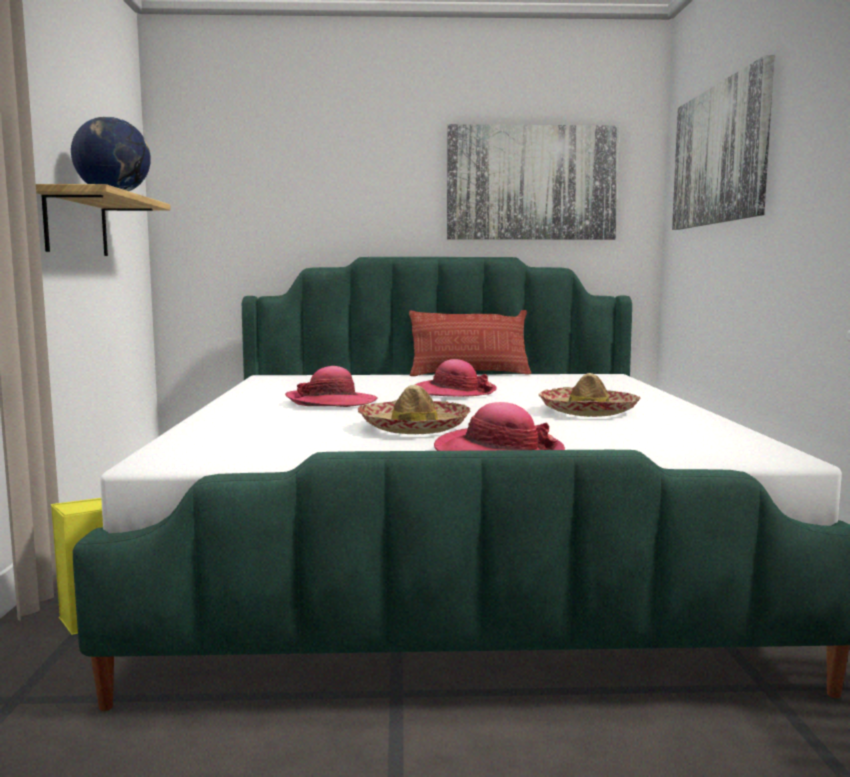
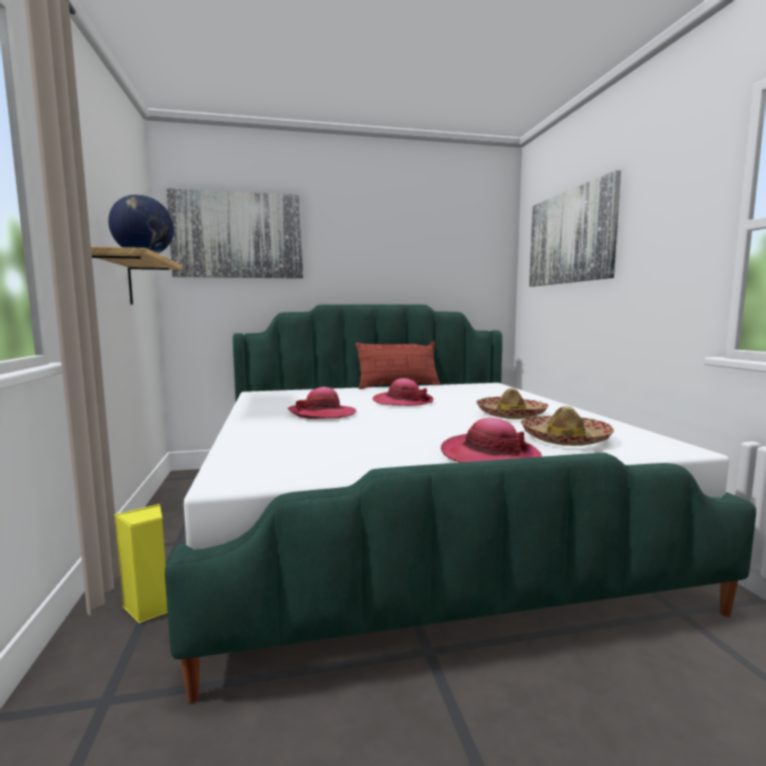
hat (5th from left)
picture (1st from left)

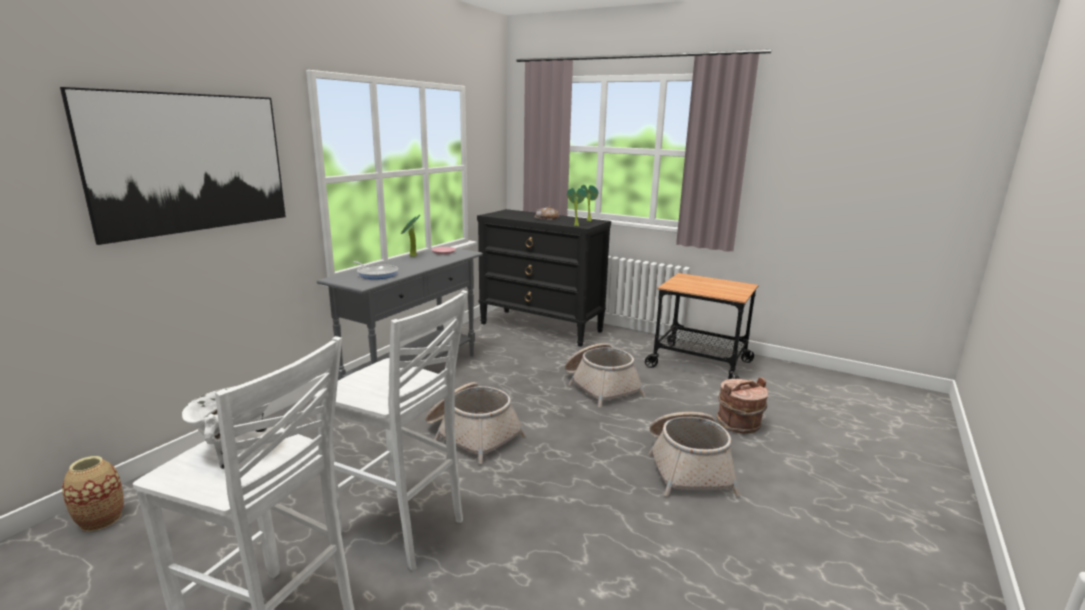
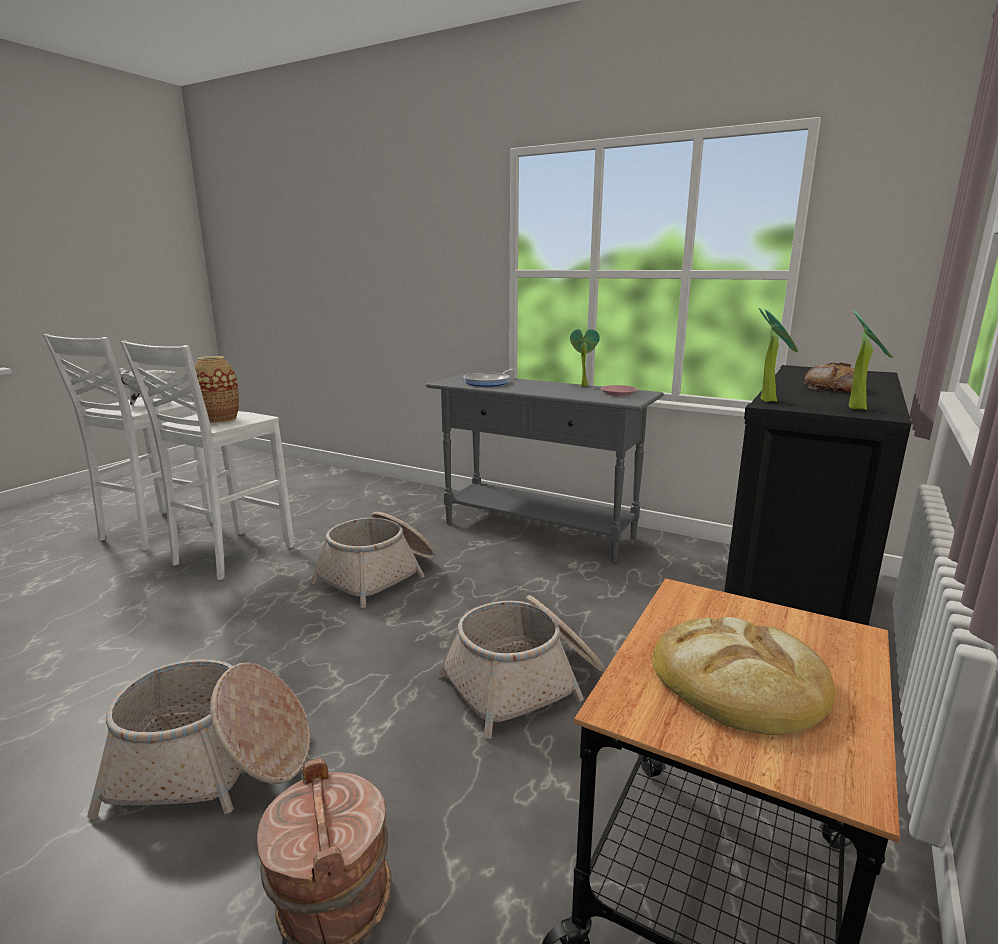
picture
bread (1st from left)
vase

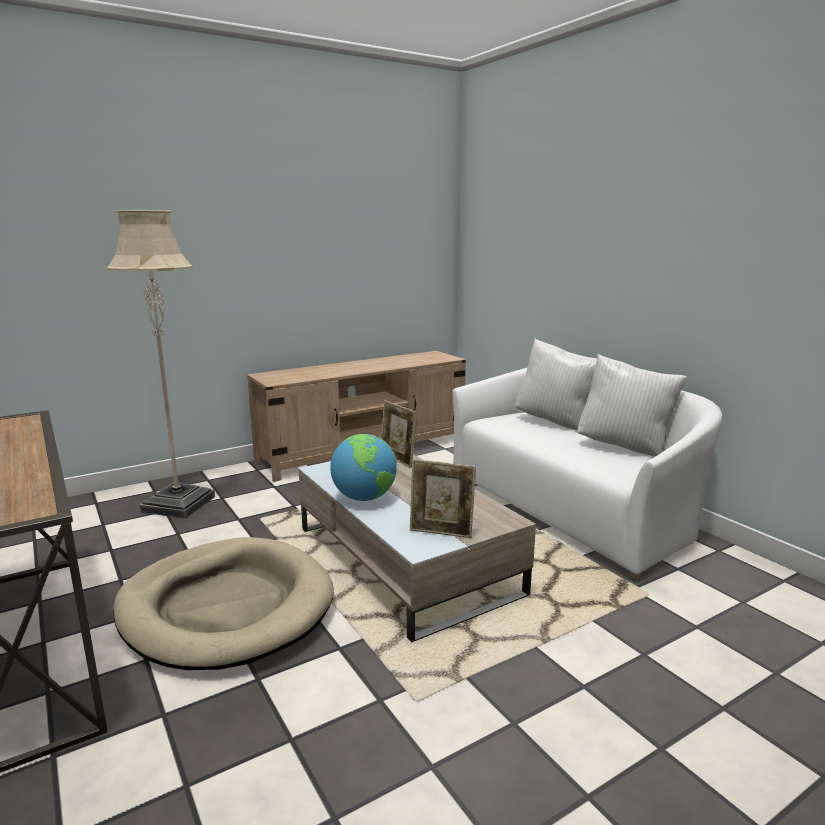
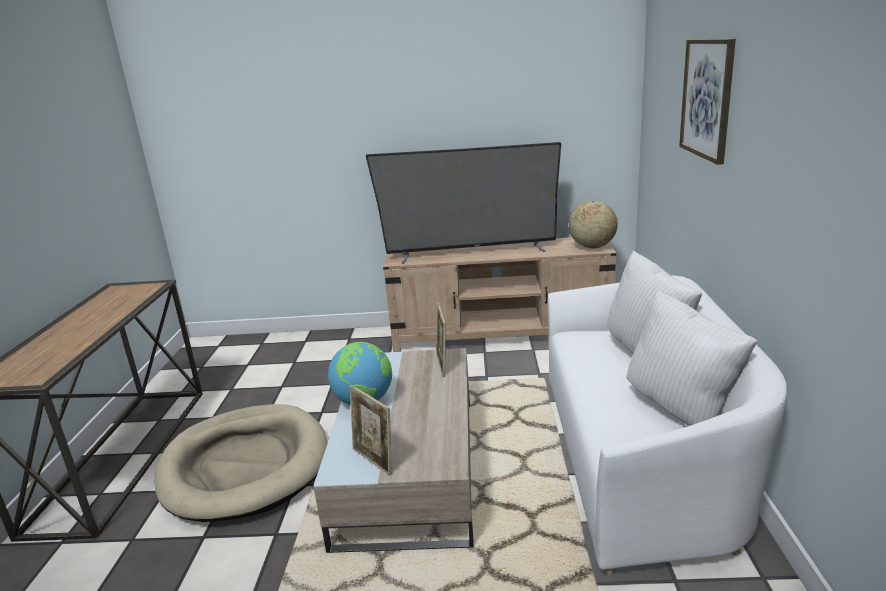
floor lamp (beige)
television
globe (2nd from left)
picture

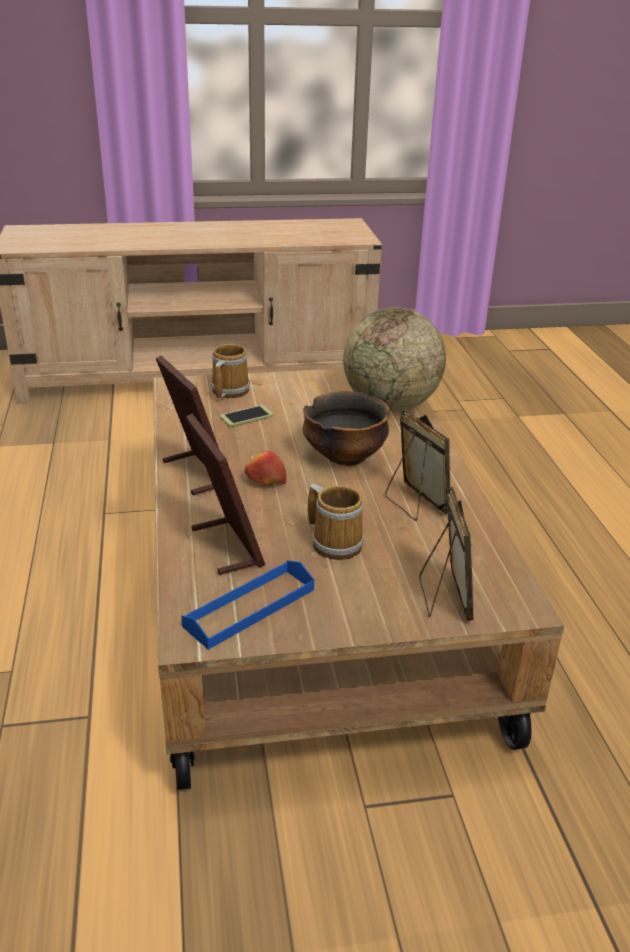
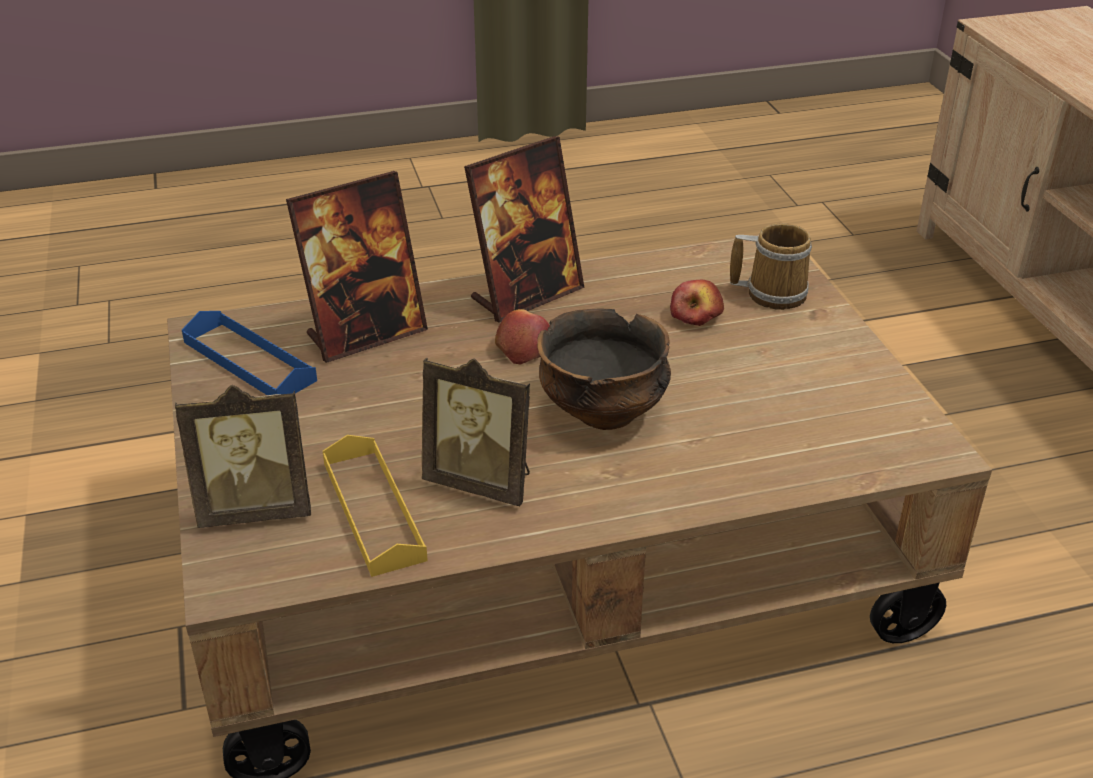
mug (2nd from left in the first image)
globe
tray (yellow)
apple (2nd from left)
picture frame (3rd from left)

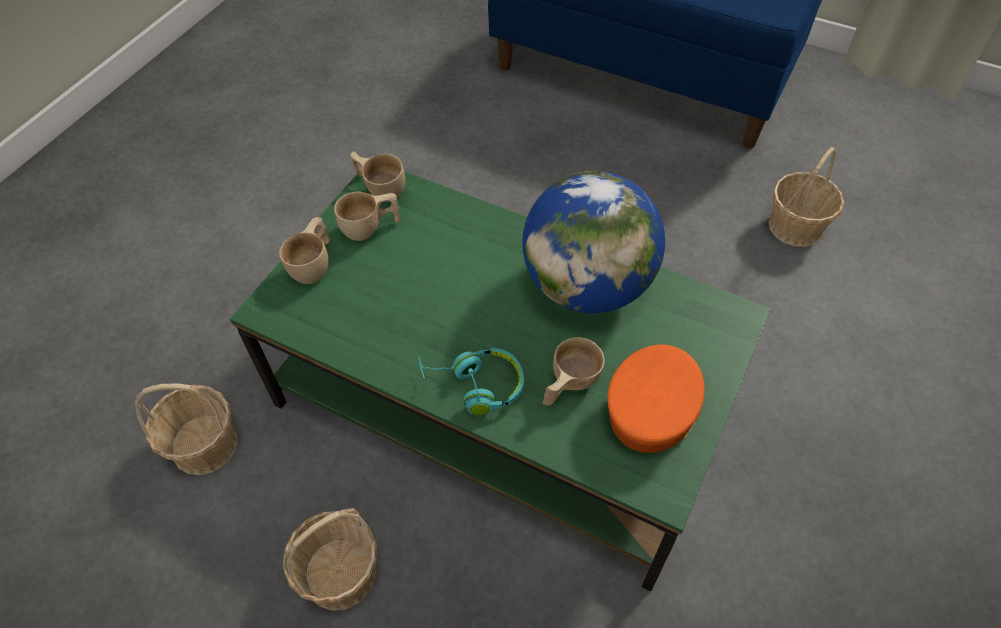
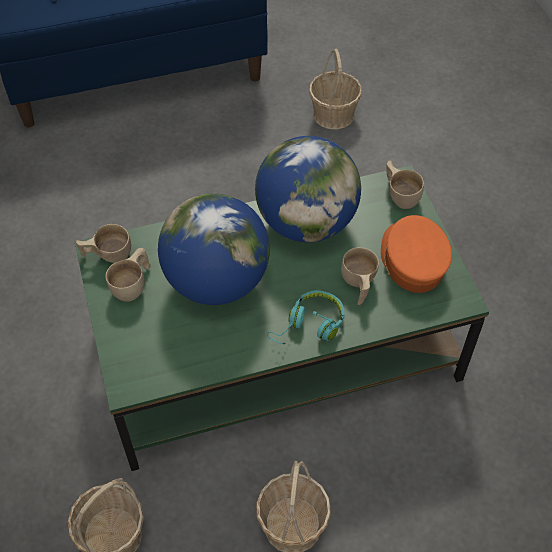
globe (1st from left)
cup (beige) (4th from left)

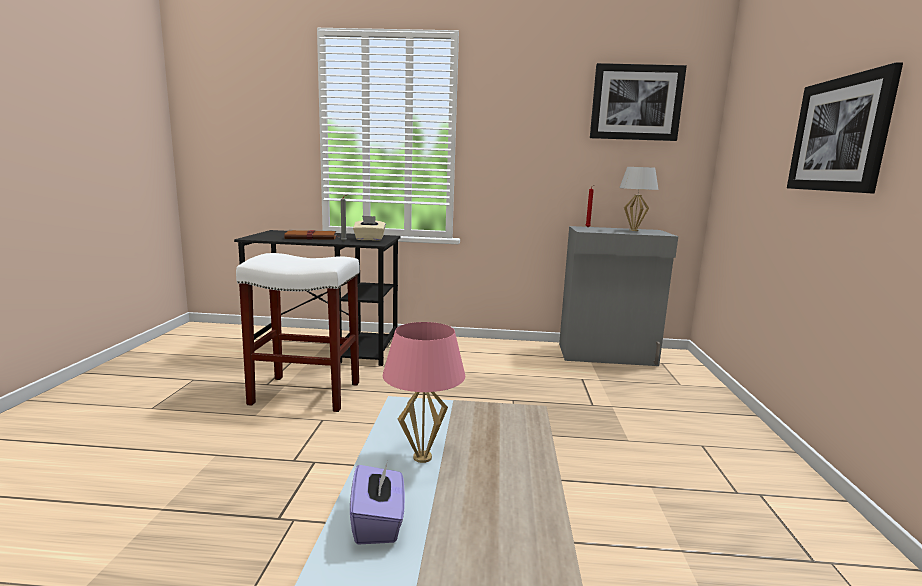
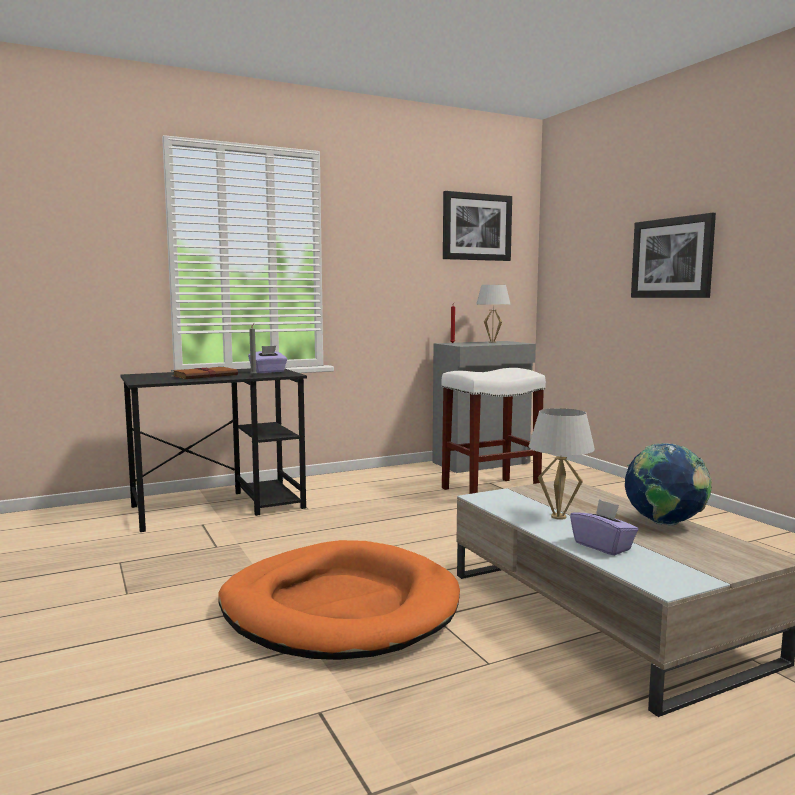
dog bed (orange)
globe
stool (white)
tissue box (purple) (1st from left)
table lamp (white) (2nd from left)

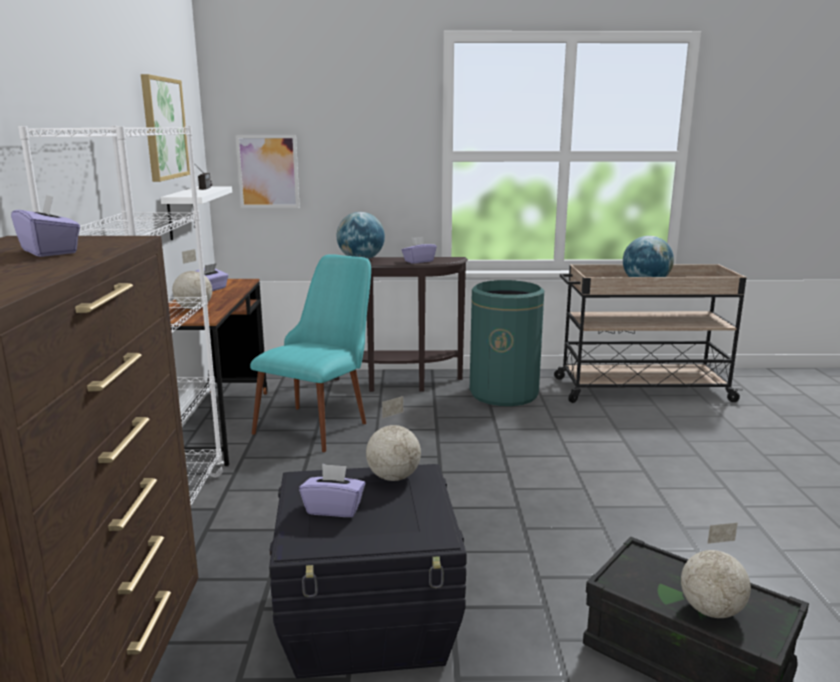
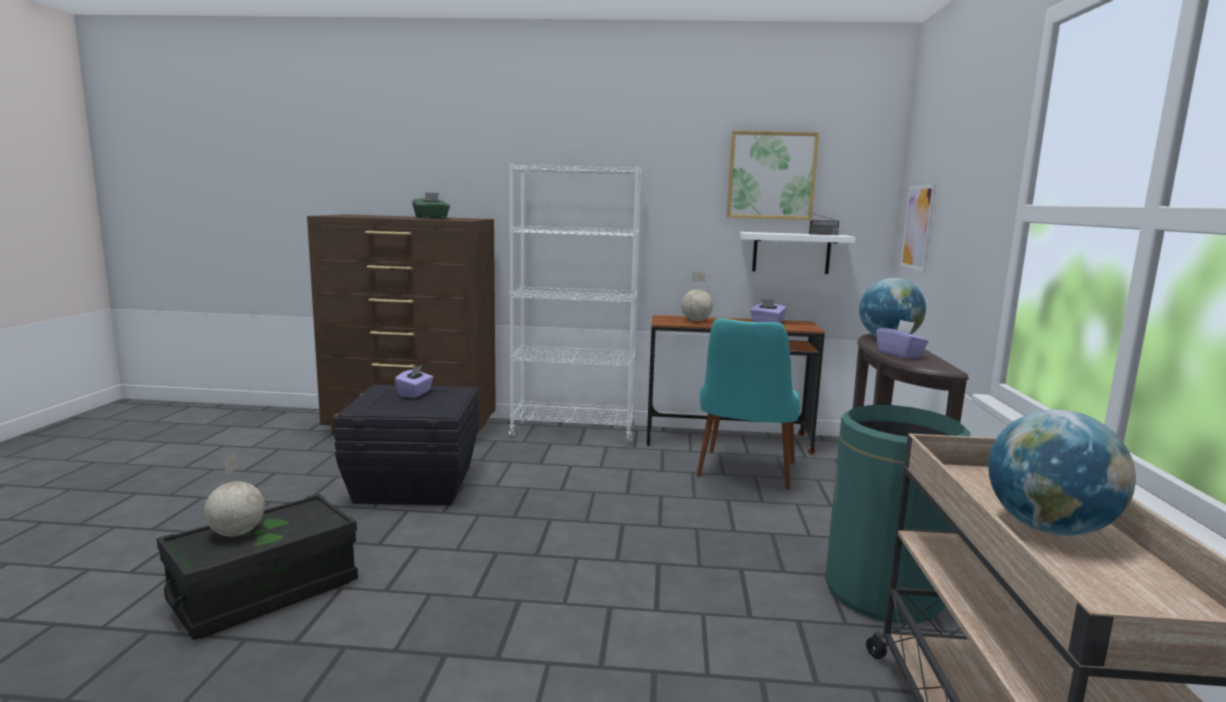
globe (3rd from left in the first image)
tissue box (green)
chair (turquoise)

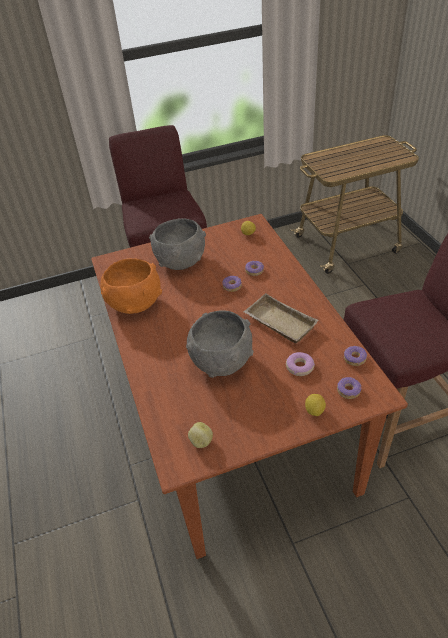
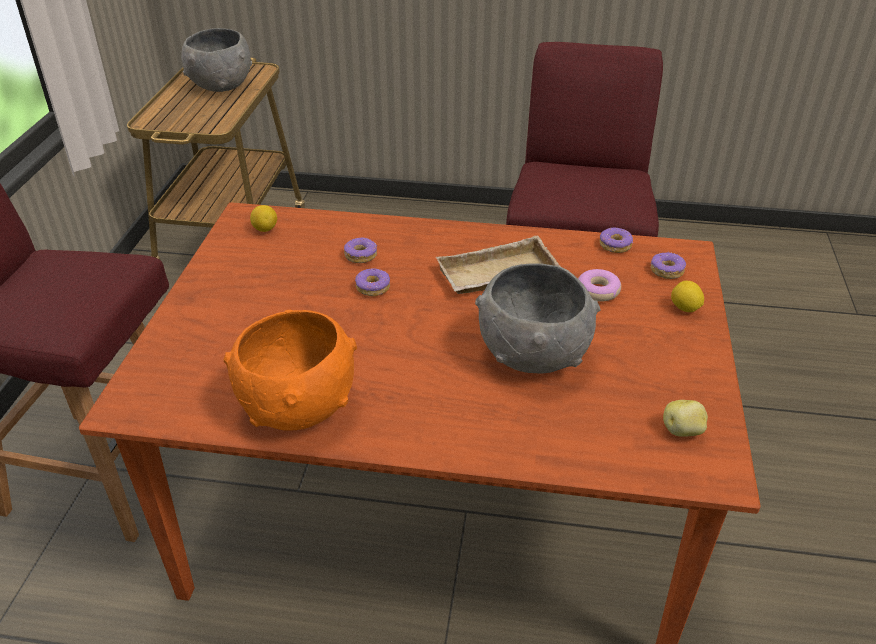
bowl (grey) (1st from left)

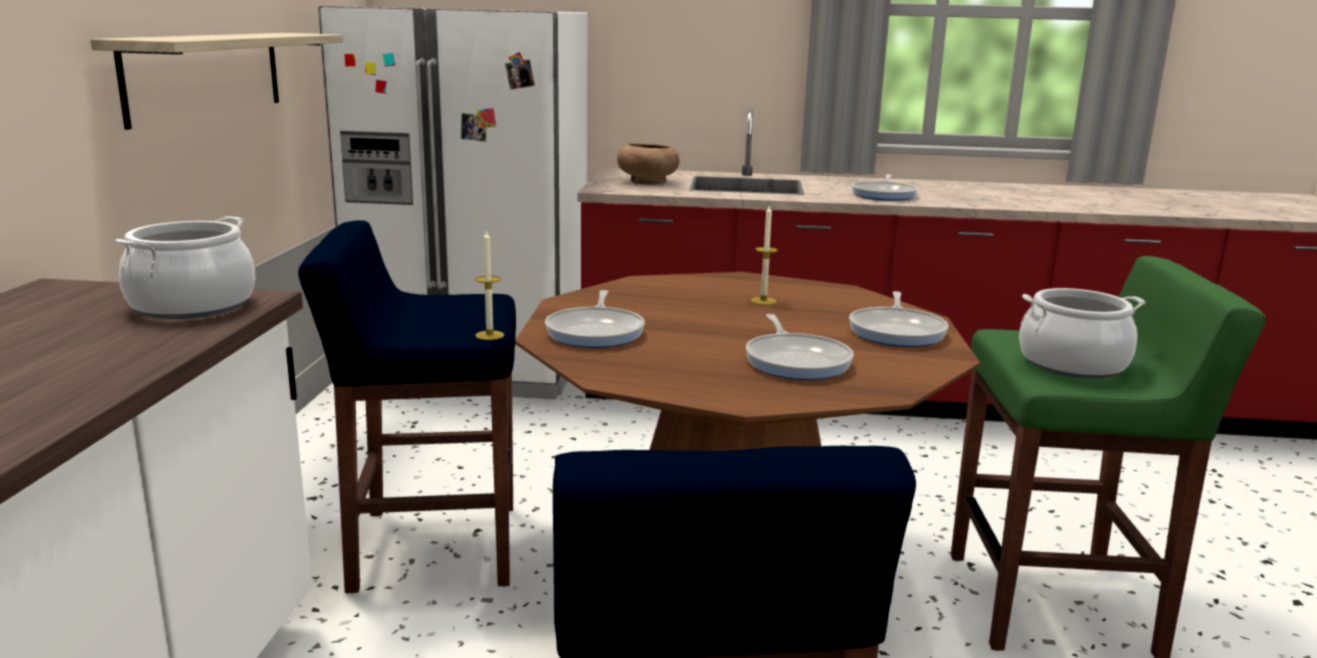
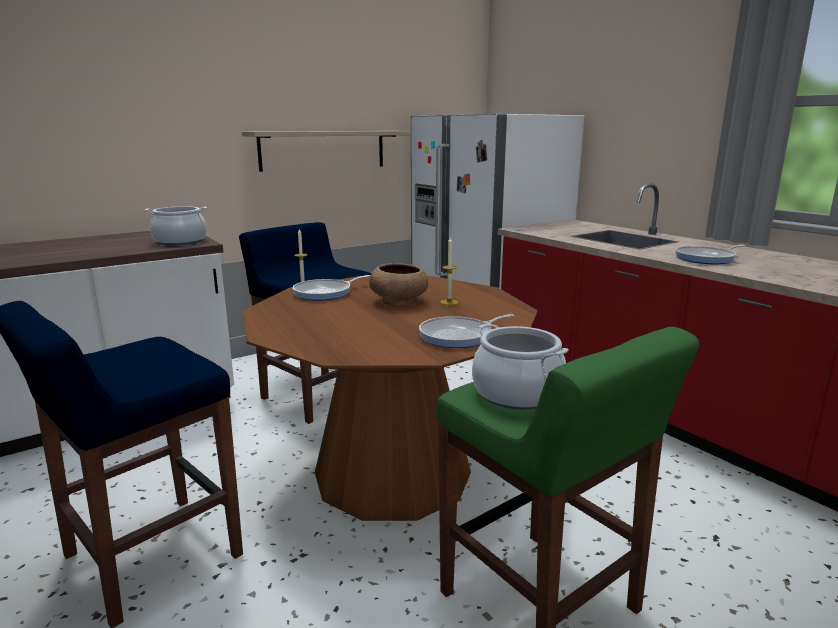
frying pan (2nd from left in the first image)
bowl (brown)

